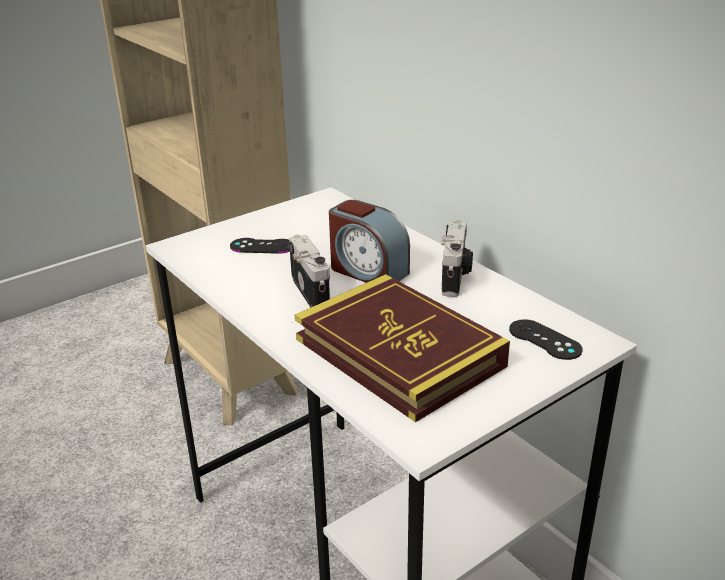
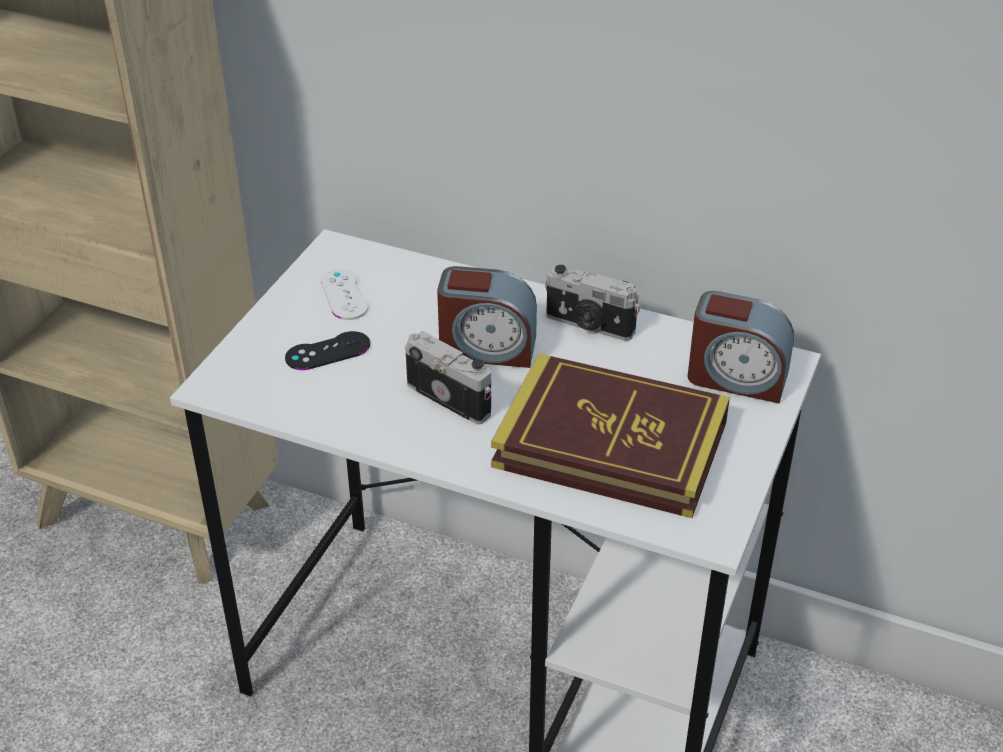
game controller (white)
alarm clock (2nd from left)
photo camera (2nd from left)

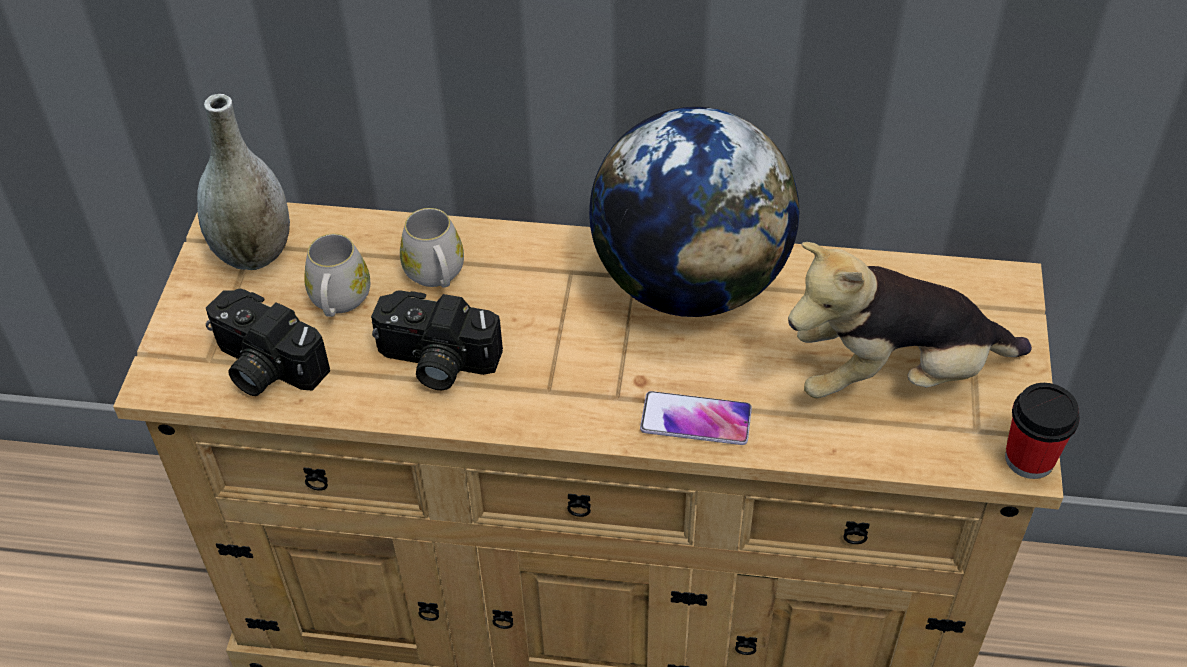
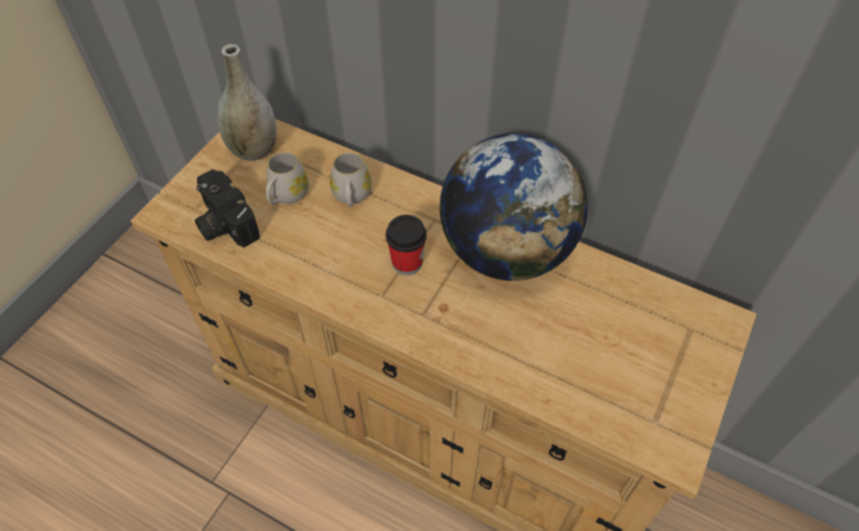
photo camera (2nd from left in the first image)
phone
plush toy
cup

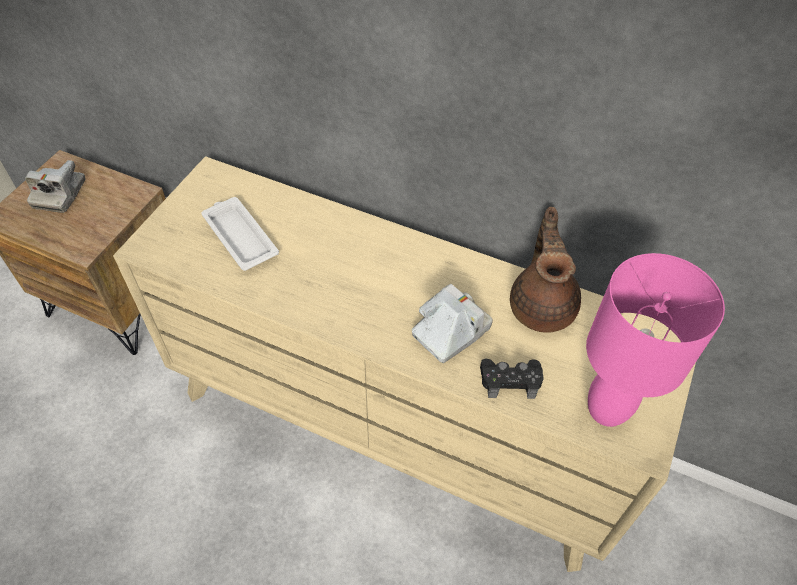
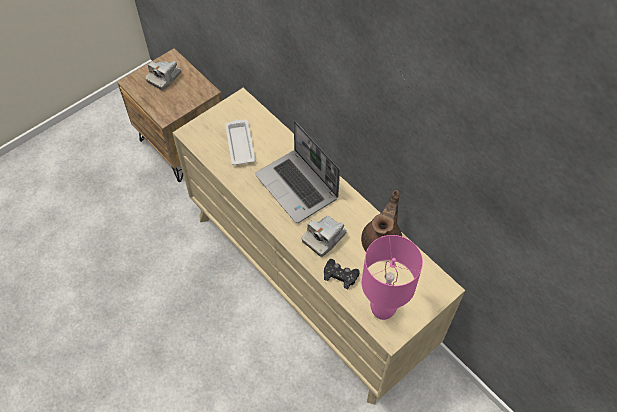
laptop
photo camera (2nd from left)

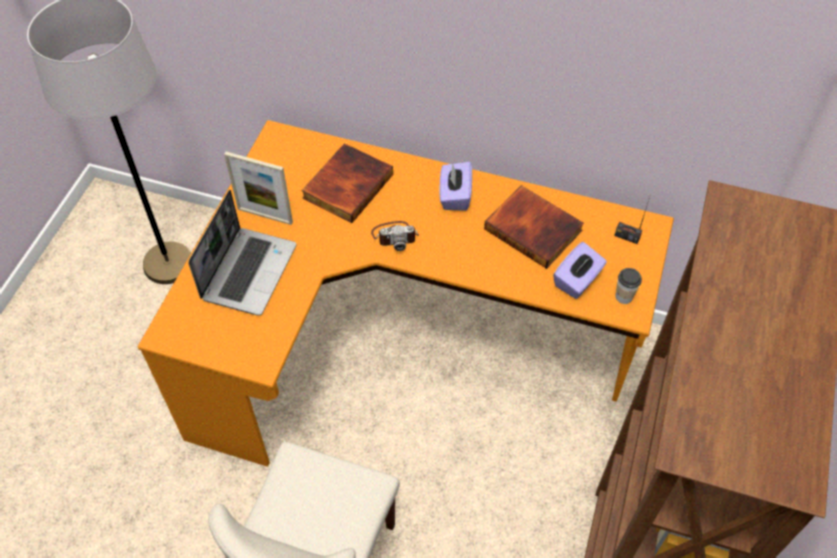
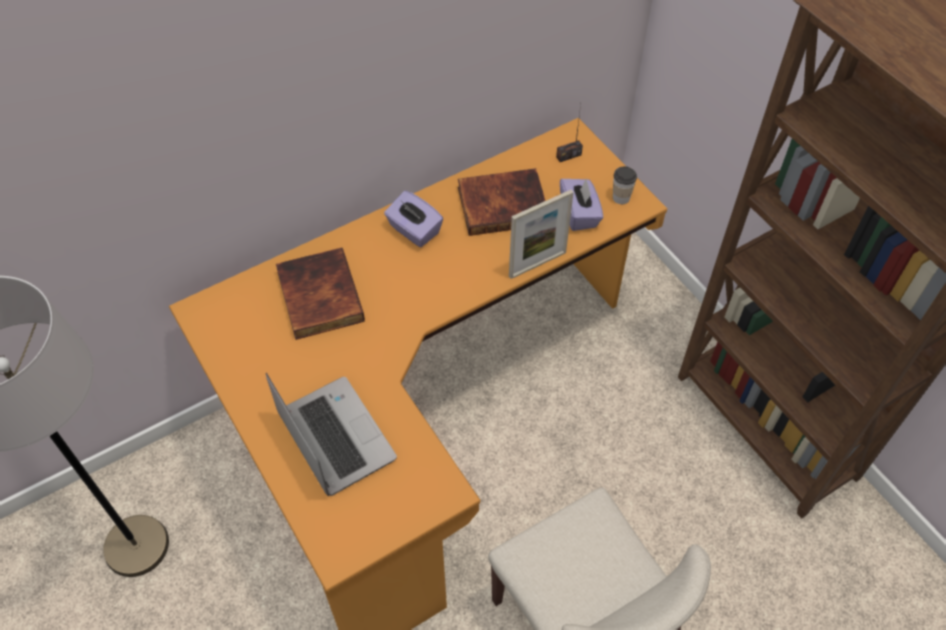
photo camera
picture frame

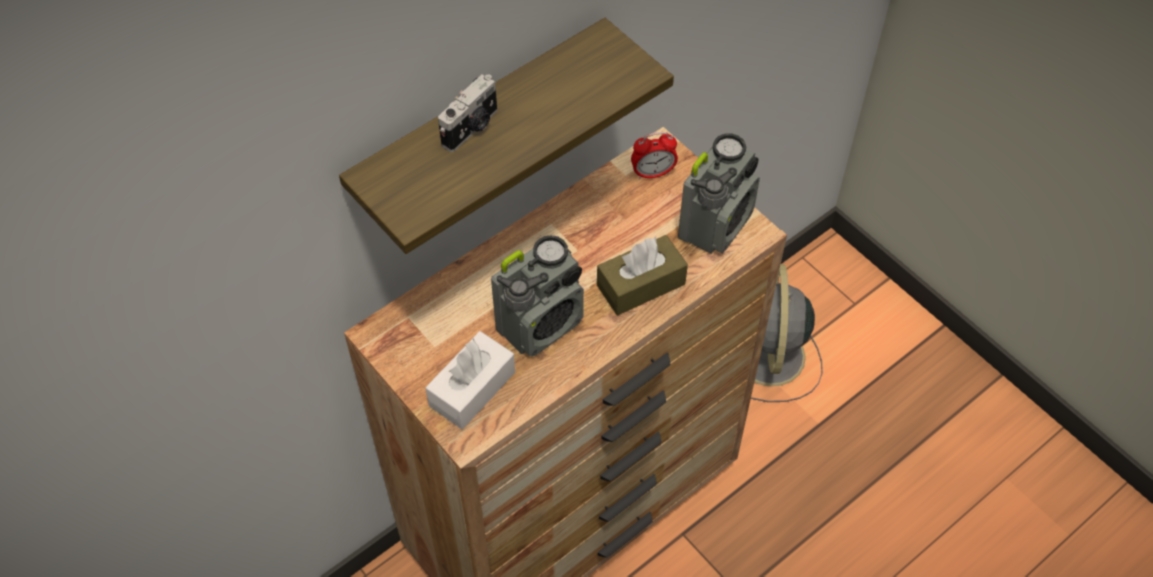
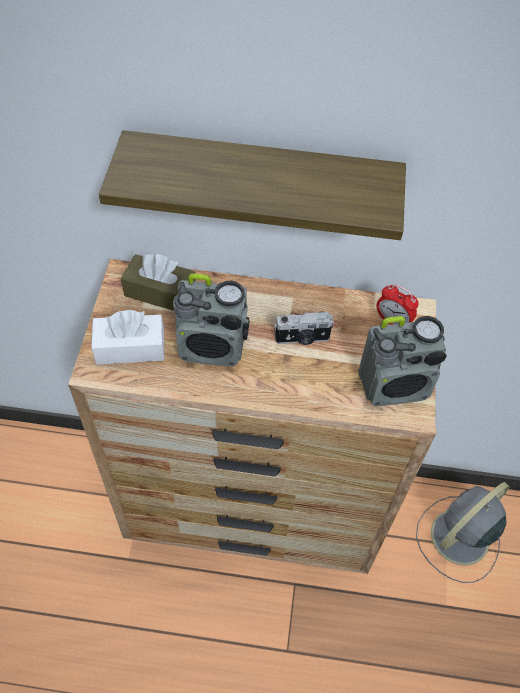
photo camera
tissue box (brown)

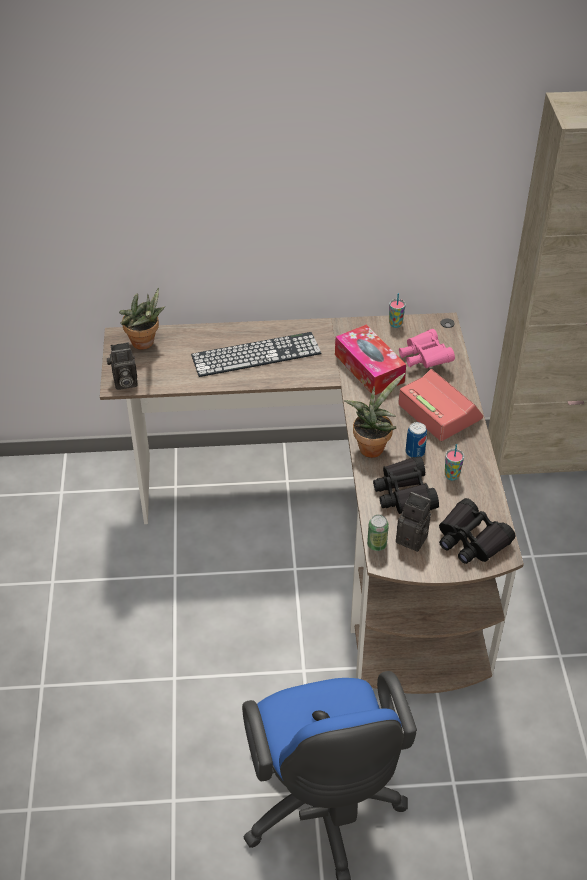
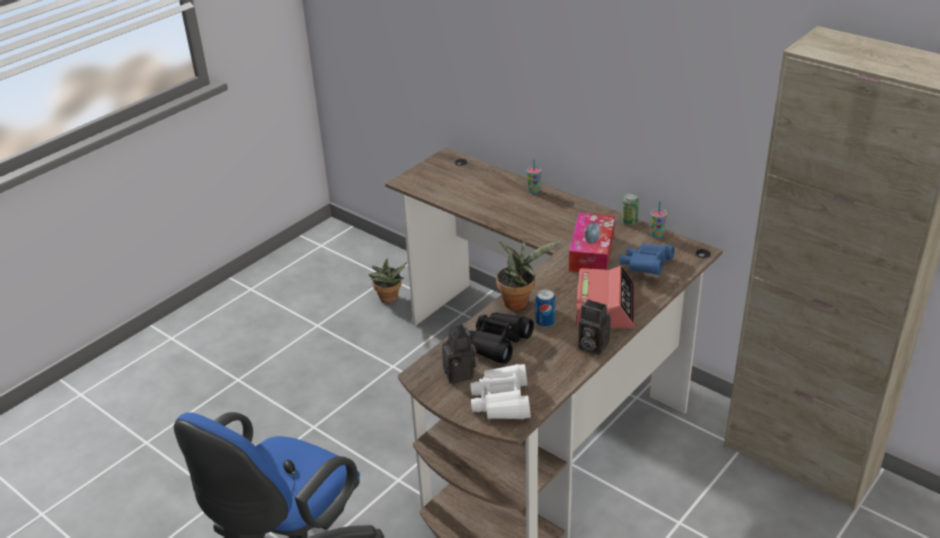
keyboard
photo camera (2nd from left)
potted plant (1st from left)
can (2nd from left)
cup (1st from left)
binoculars (blue)
binoculars (white)

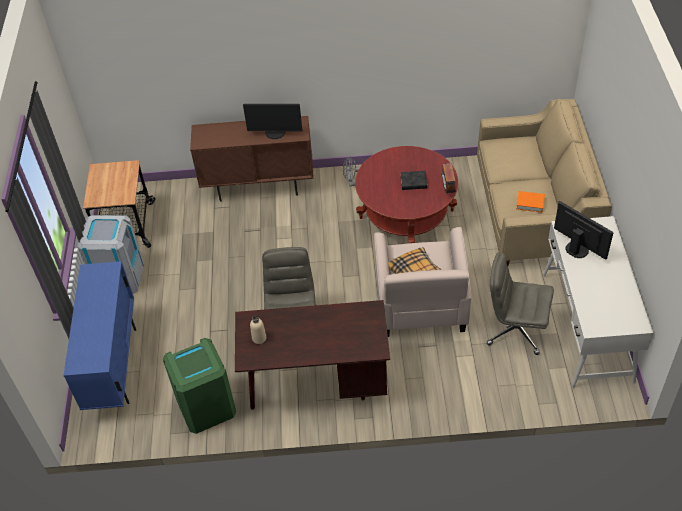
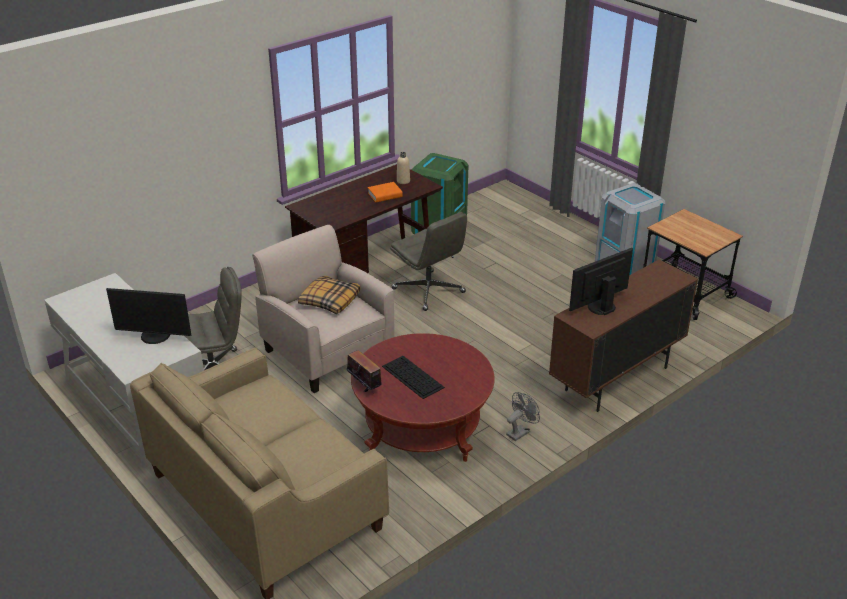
cabinet (blue)
book (orange)
keyboard

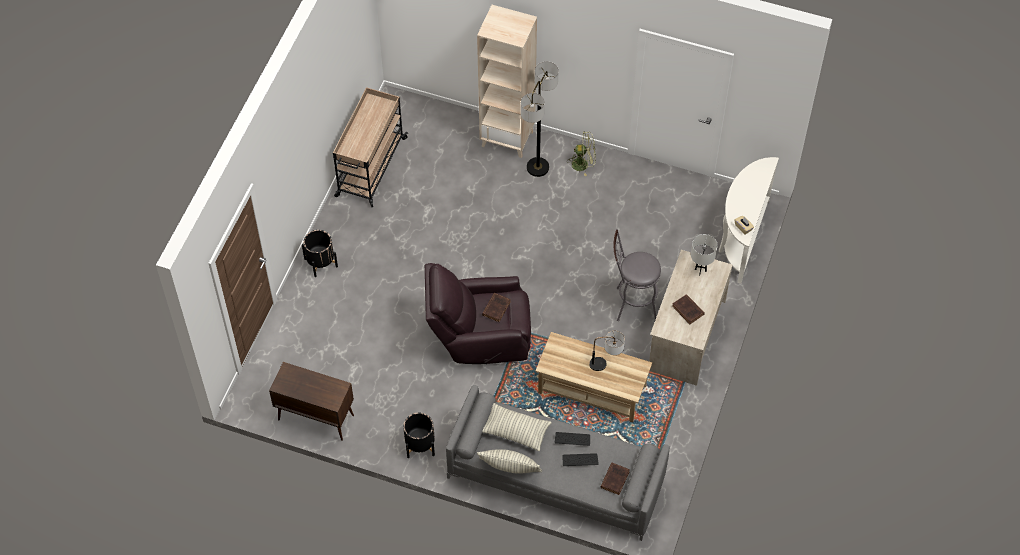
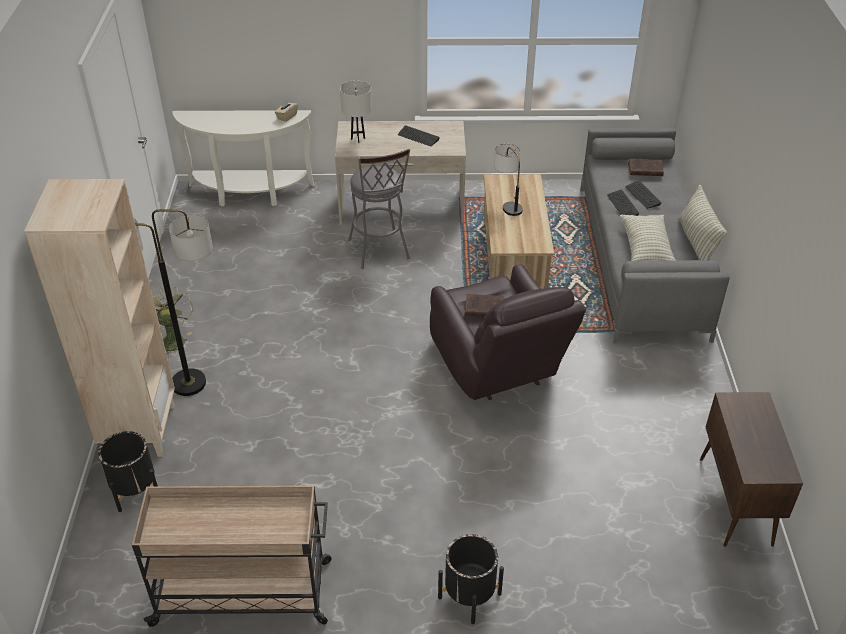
planter (black) (1st from left)
keyboard (1st from left)

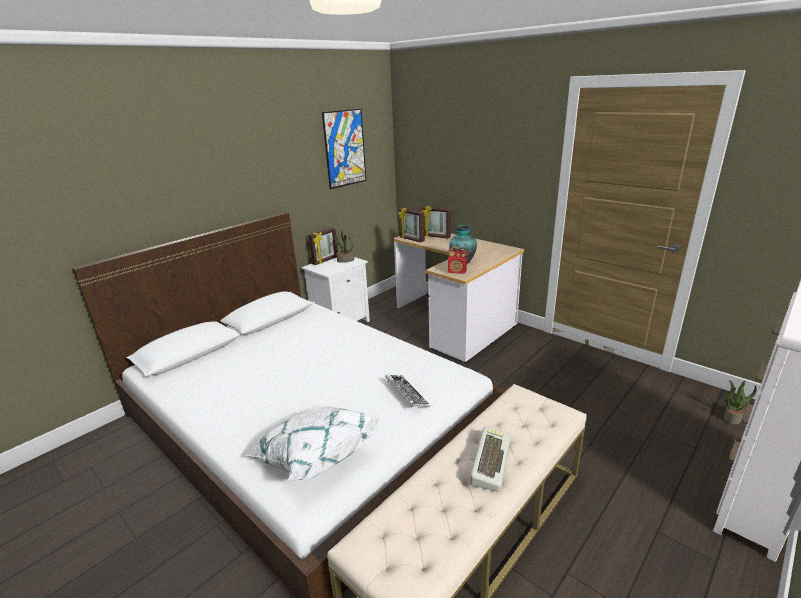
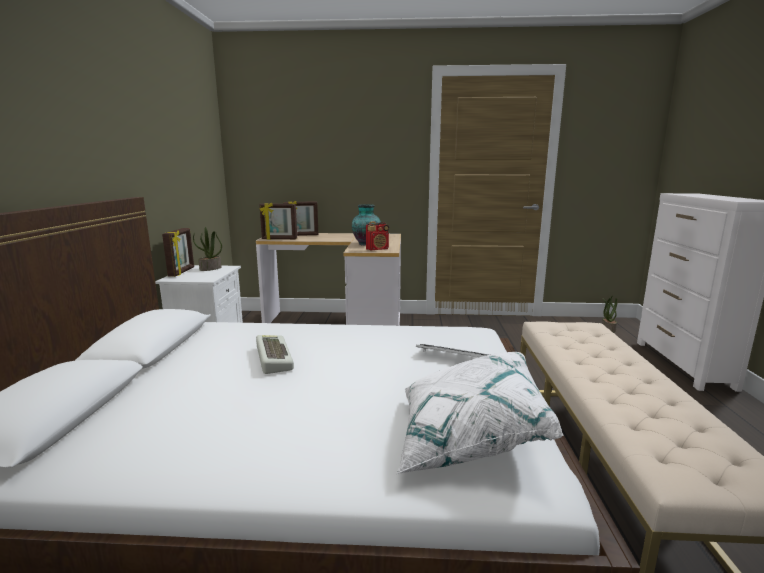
picture
keyboard (1st from left)

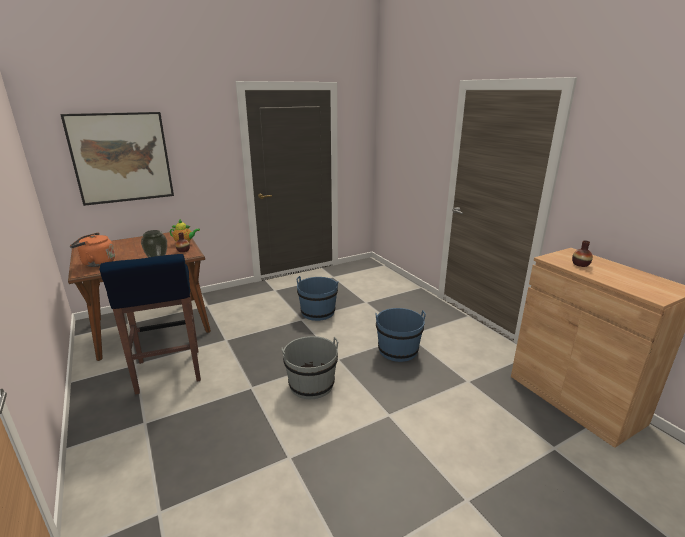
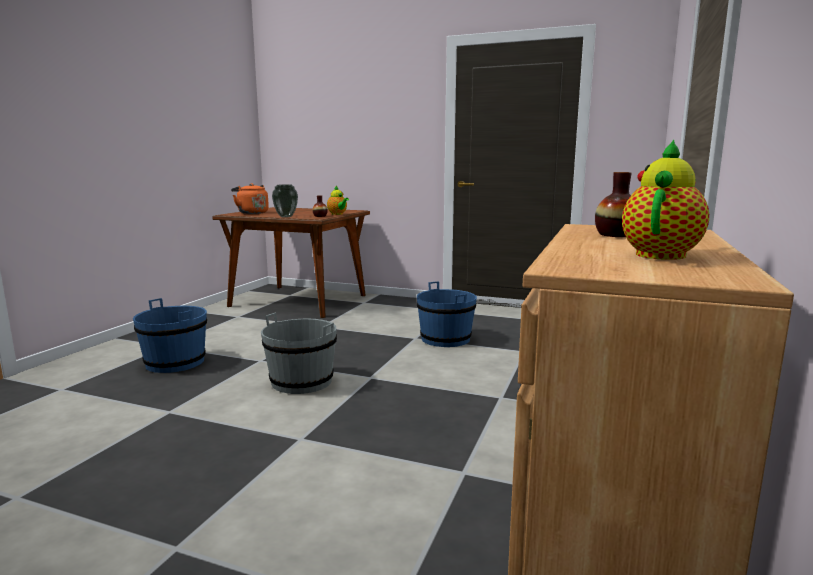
picture
stool (blue)
teapot (2nd from left)
bucket (blue) (1st from left)

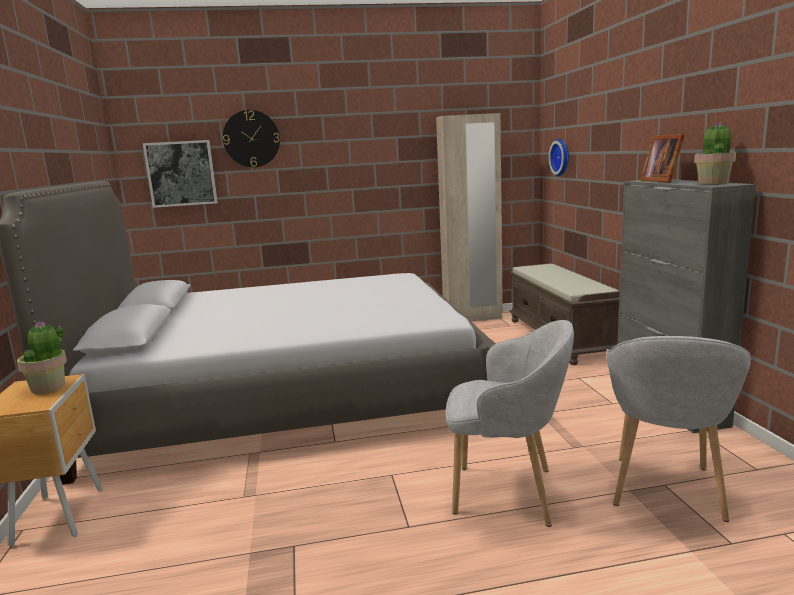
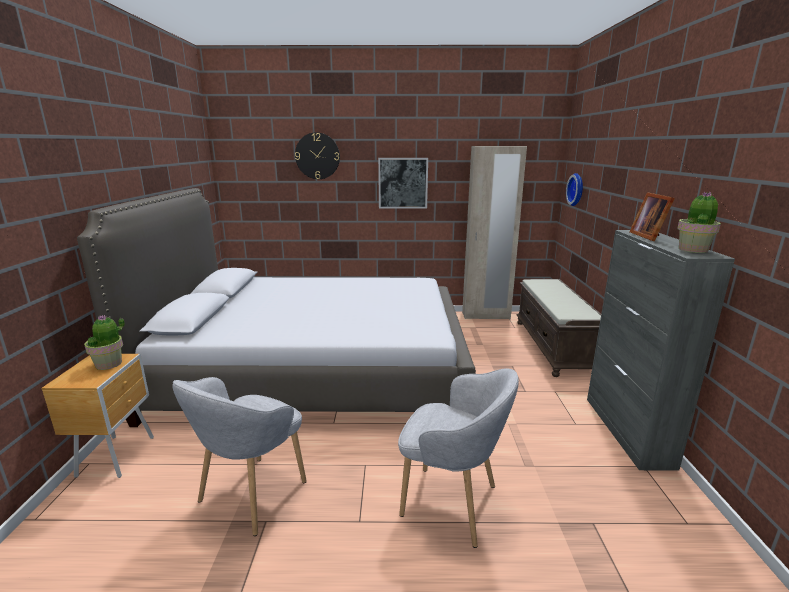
picture
armchair (grey) (1st from left)

